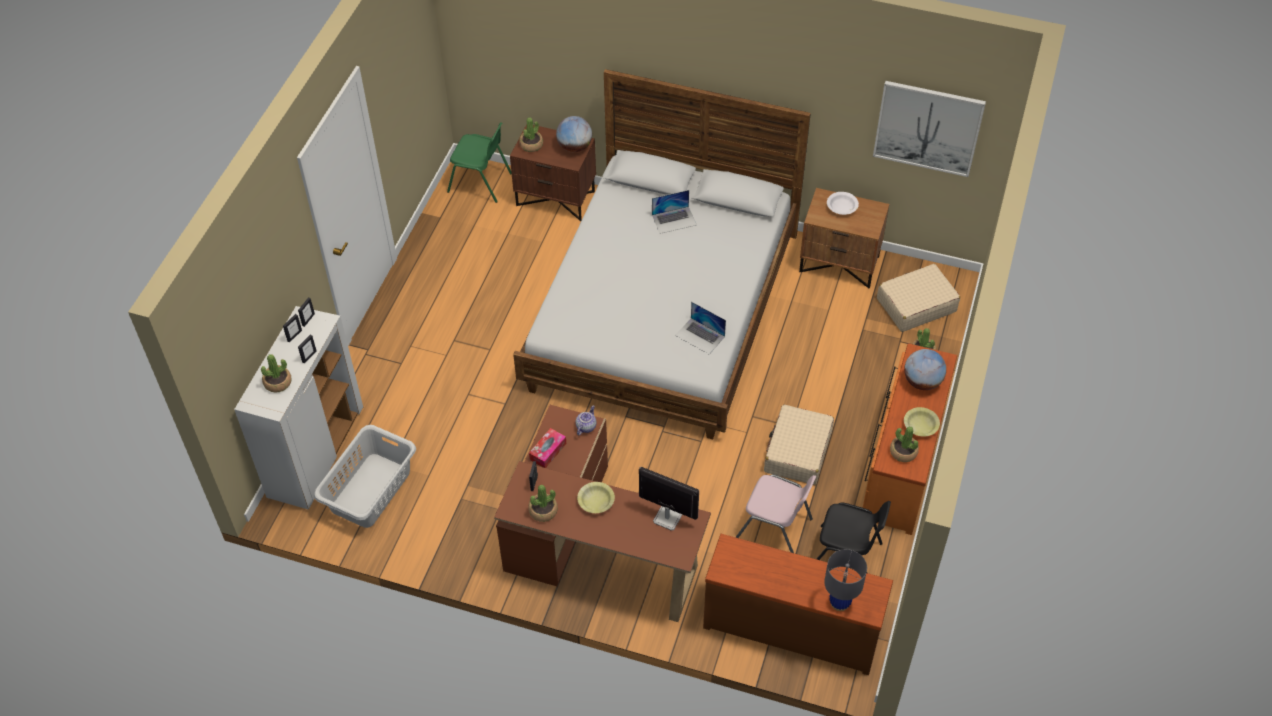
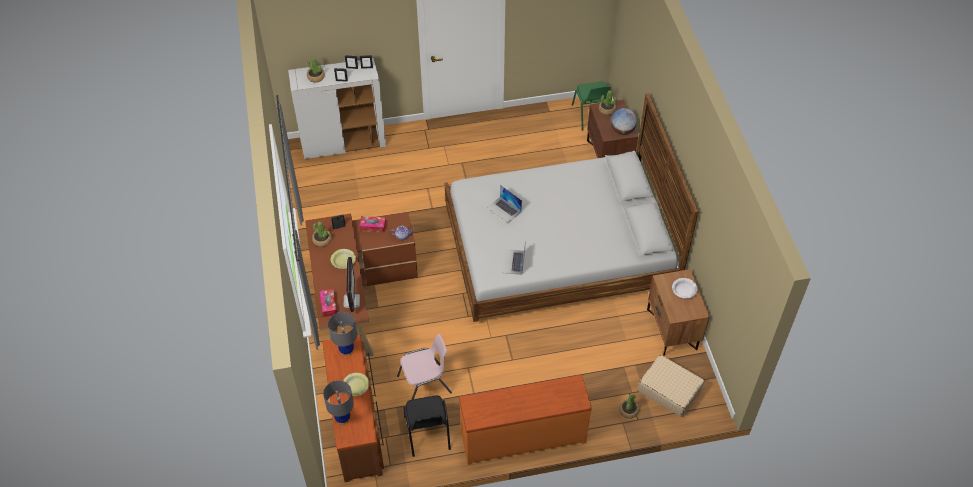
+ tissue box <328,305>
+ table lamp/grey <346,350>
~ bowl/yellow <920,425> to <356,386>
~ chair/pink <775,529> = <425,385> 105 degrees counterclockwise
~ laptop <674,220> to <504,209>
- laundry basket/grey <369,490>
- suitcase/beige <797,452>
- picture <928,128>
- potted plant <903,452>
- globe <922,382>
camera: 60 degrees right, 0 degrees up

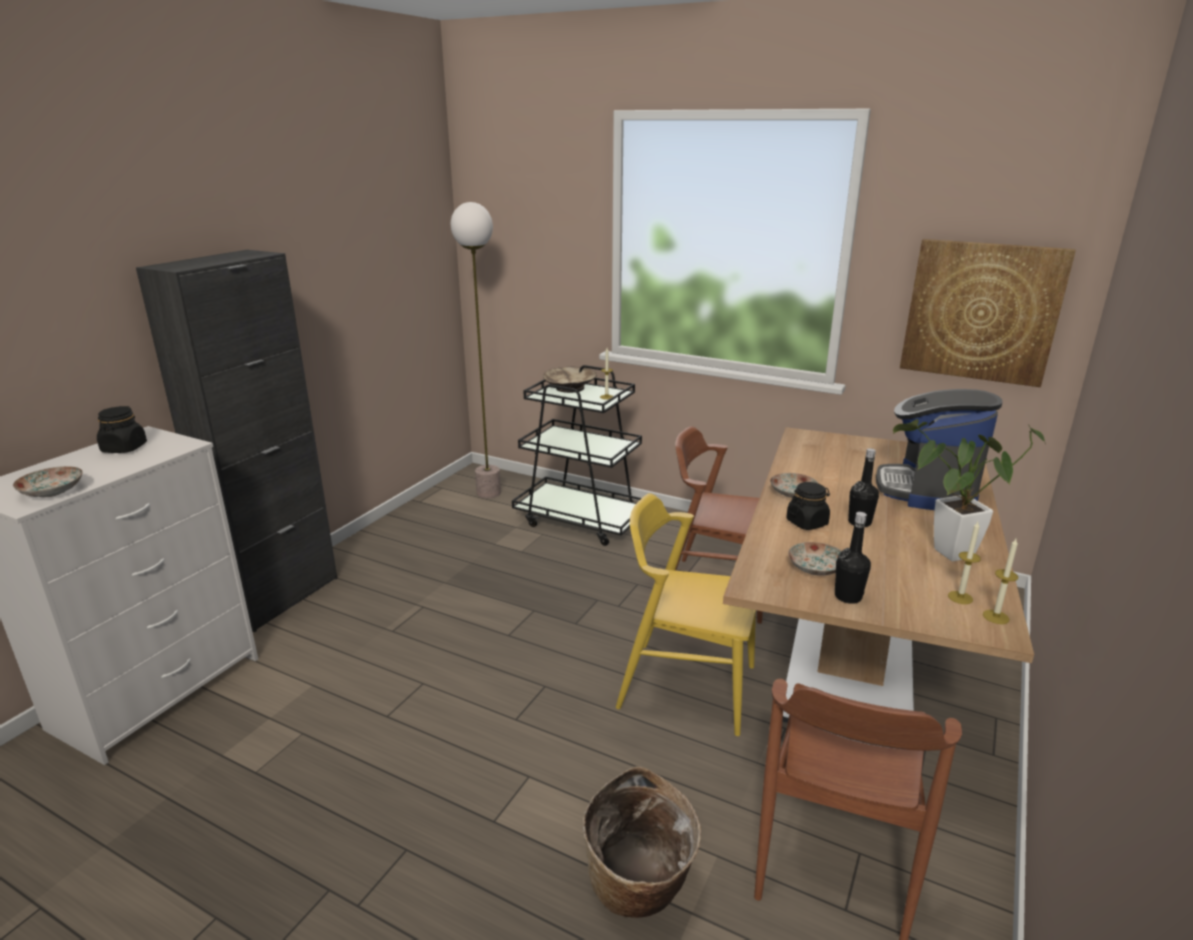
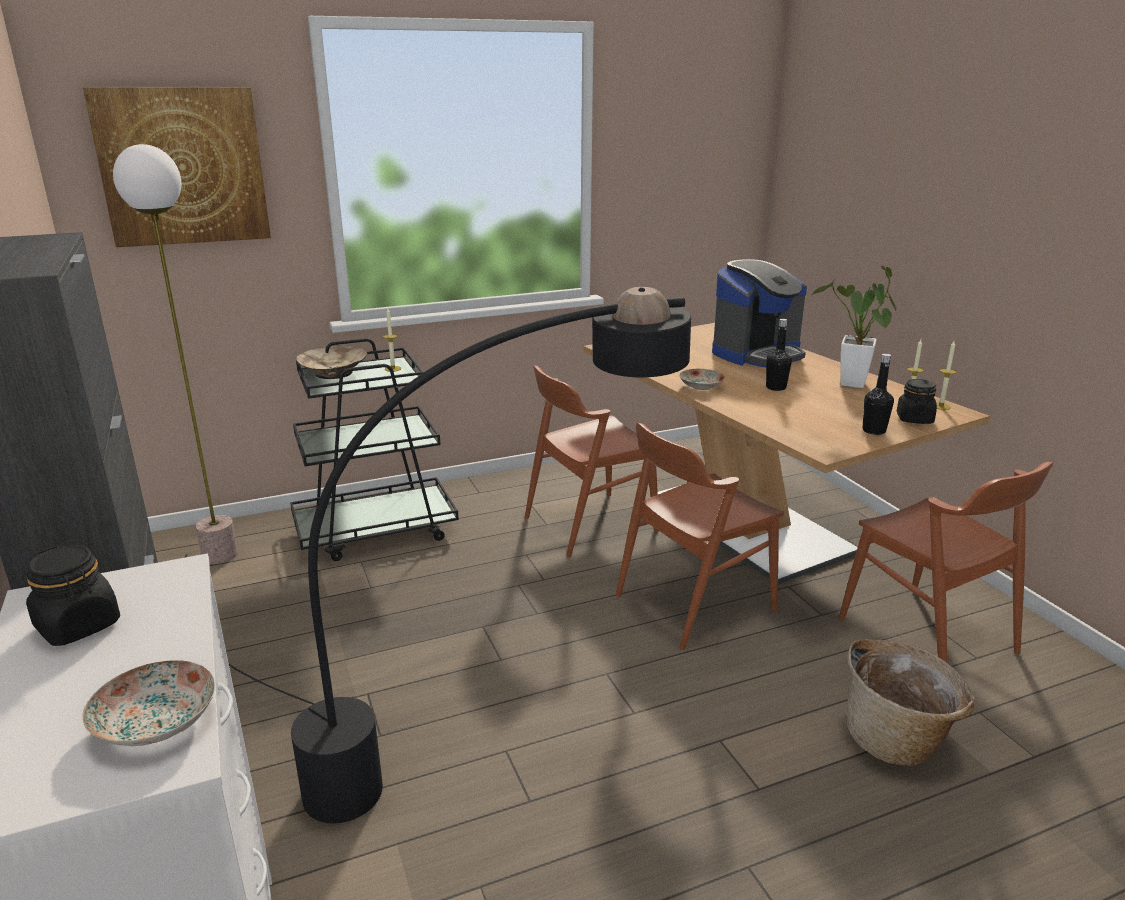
~ picture <981,311> to <182,166>
+ floor lamp/black <433,744>
~ chair/yellow <686,686> to chair/brown <694,602>
~ coffee machine <927,490> = <757,354> 90 degrees counterclockwise
~ jar/black <807,522> to <914,419>
- plate <816,569>
camera: 50 degrees left, 0 degrees up

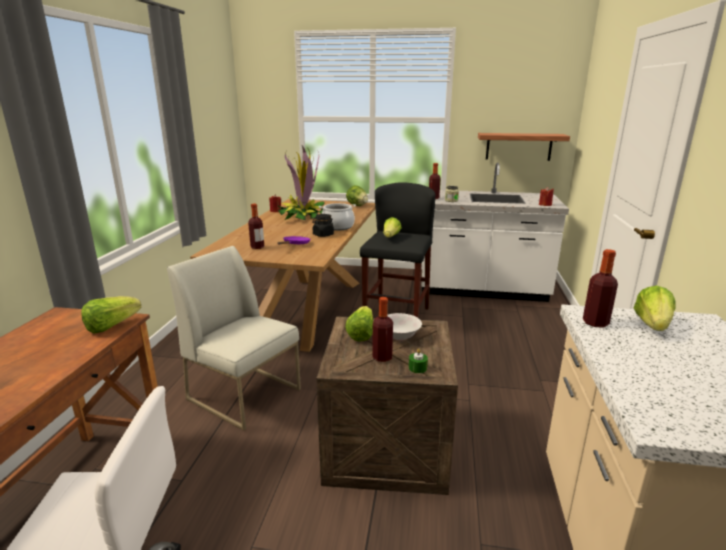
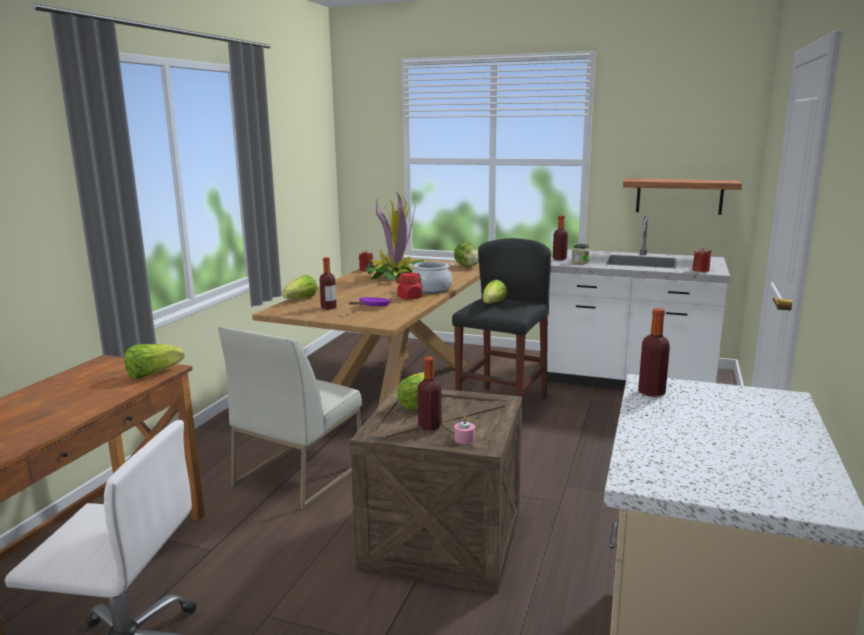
~ chair/white <245,394> = <298,474> 105 degrees counterclockwise
~ lettuce <652,325> to <301,299>
~ jar/black <323,235> to jar/red <409,298>
~ candle/green <417,368> to candle/pink <464,439>
- bowl/white <399,337>
camera: 10 degrees right, 5 degrees down

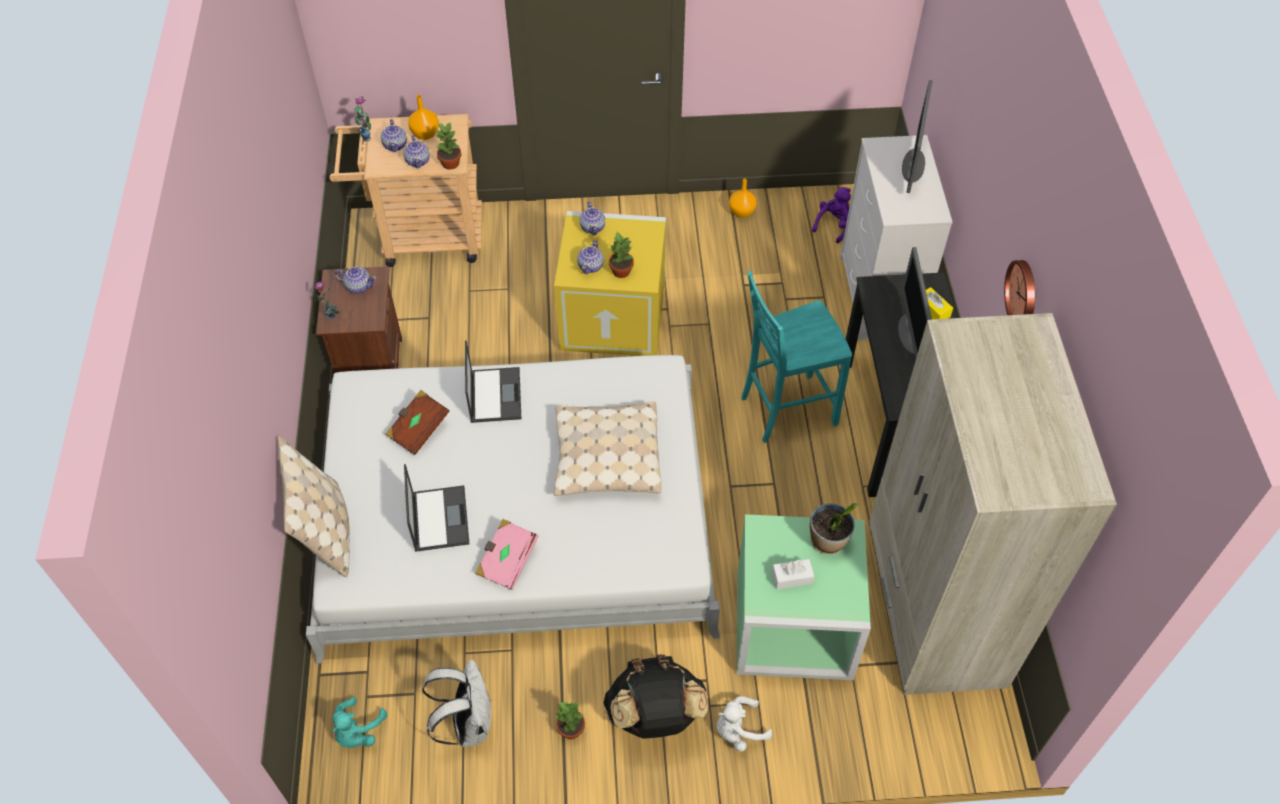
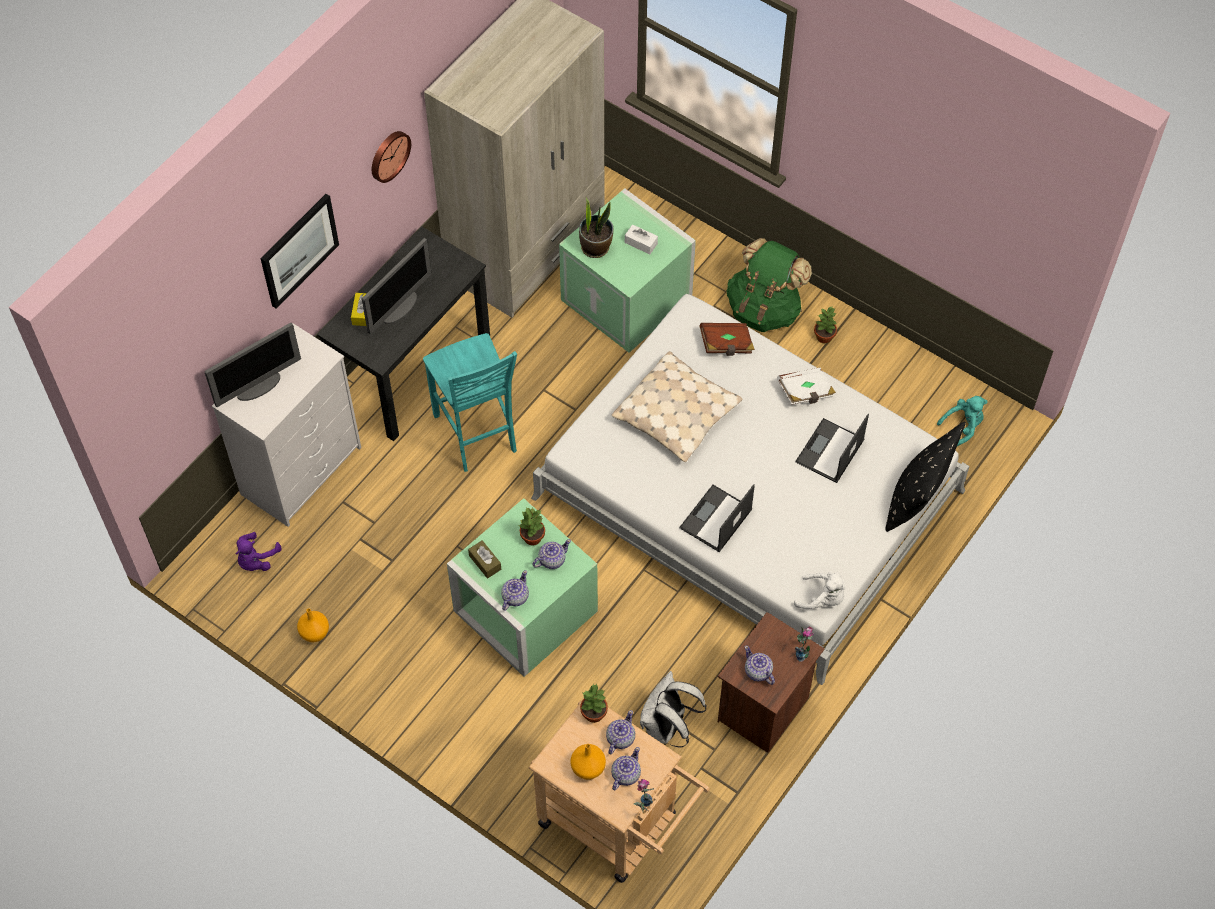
~ plush toy/purple <833,225> = <256,560> 45 degrees counterclockwise
+ picture <298,250>
~ chair/turquoise <785,409> = <476,434> 45 degrees clockwise
~ storage box/yellow <614,315> to storage box/green <523,611>
+ tissue box/brown <485,562>
~ backpack/white <467,723> to <667,727>
~ book/brown <418,429> to <726,345>
~ backpack/black <655,715> to backpack/green <764,309>
~ book/pink <507,560> to book/white <805,393>
~ plush toy/white <738,730> to <822,598>
~ pillow/beige <326,532> to pillow/black <916,498>
camera: 140 degrees left, 5 degrees up

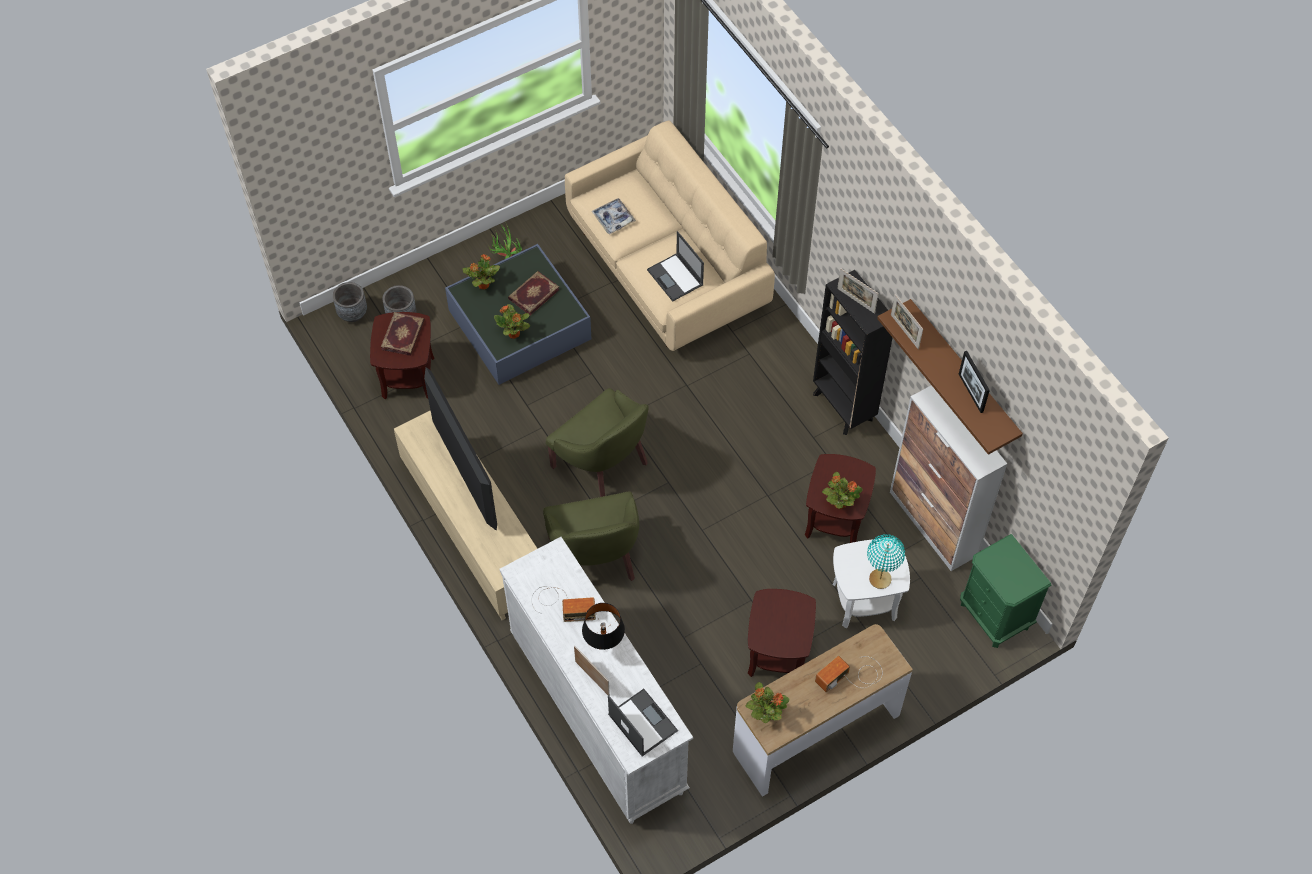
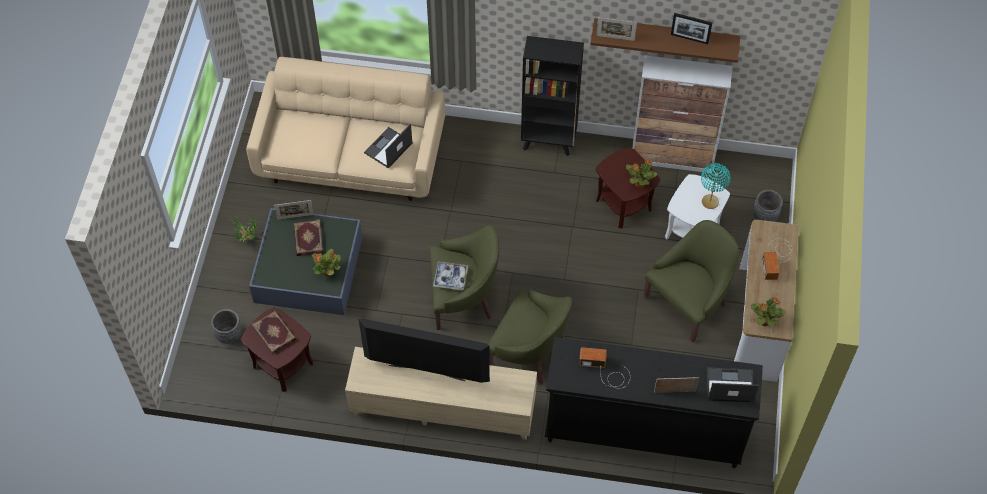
~ picture frame <856,300> to <295,217>
~ laptop <675,278> = <388,148> 120 degrees clockwise
~ tray <613,219> to <450,278>
~ dresser/white <597,714> to dresser/black <643,432>
~ radio <562,604> = <605,371> 120 degrees counterclockwise
~ side table/brown <778,654> to armchair/green <688,303>
~ planter/grey <353,313> to <765,215>
- potted plant <483,285>
- table lamp/black <604,646>
- nightstand/green <995,615>
camera: 50 degrees left, 0 degrees up

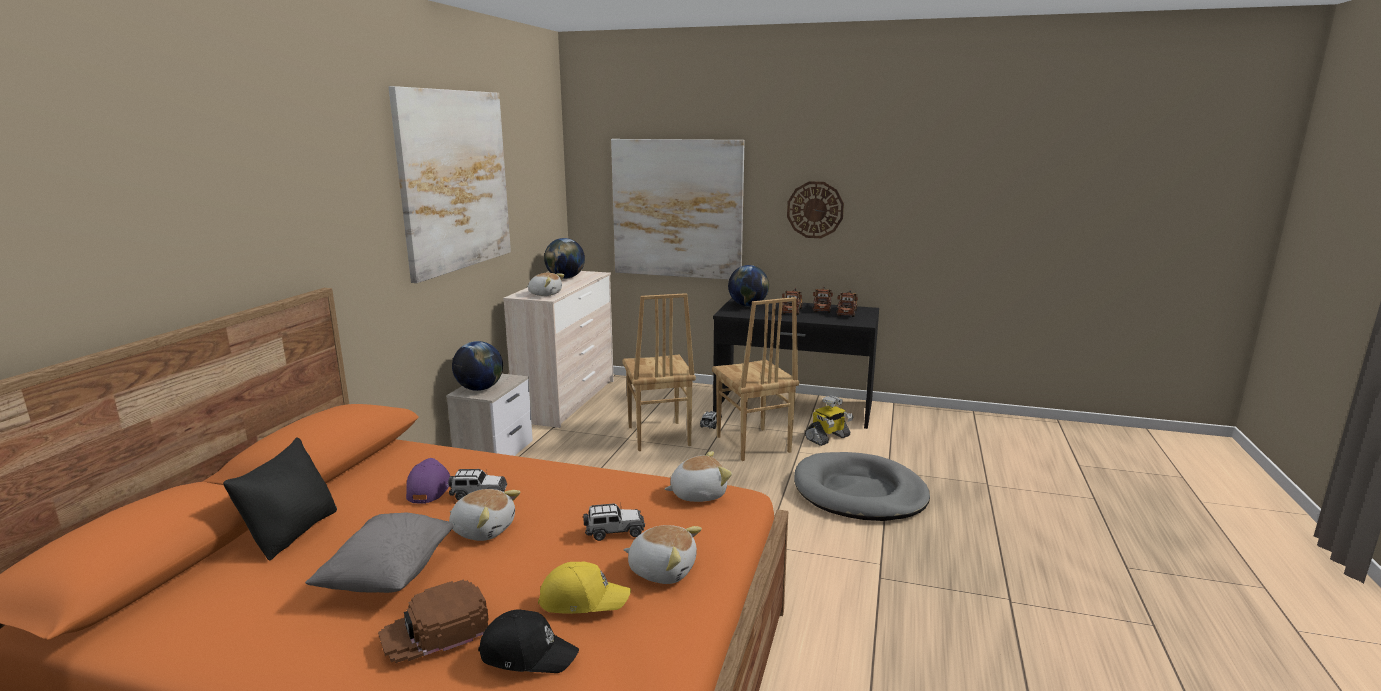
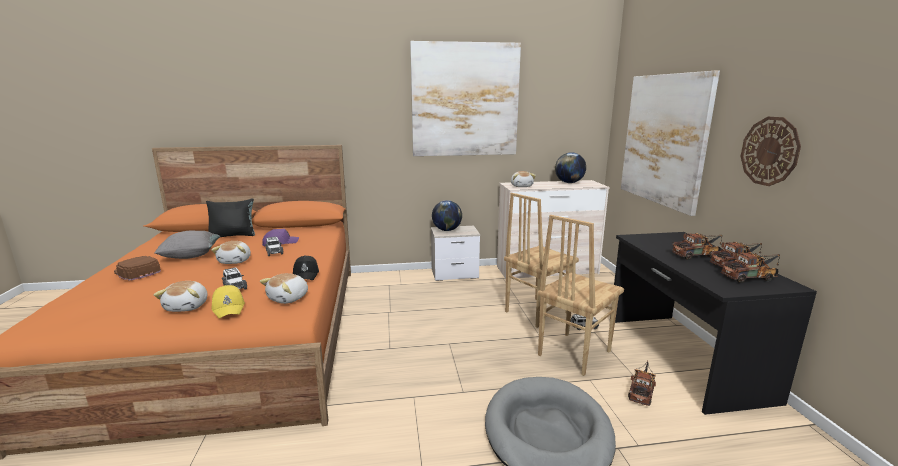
~ cap/yellow <583,599> to <229,307>
~ plush toy <697,494> = <289,298> 75 degrees clockwise
~ cap/black <528,653> to <306,274>
~ toy robot <827,438> to toy truck <642,391>
- globe <748,305>
camera: 65 degrees right, 0 degrees up

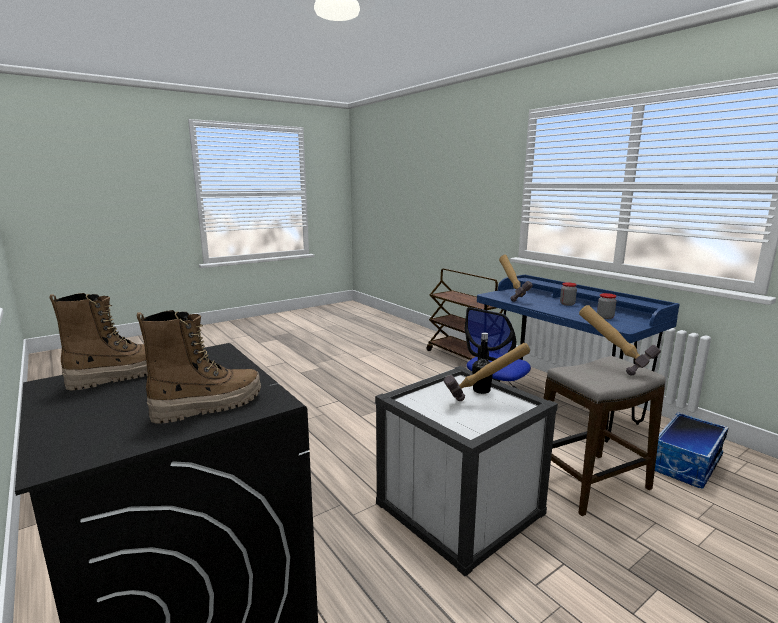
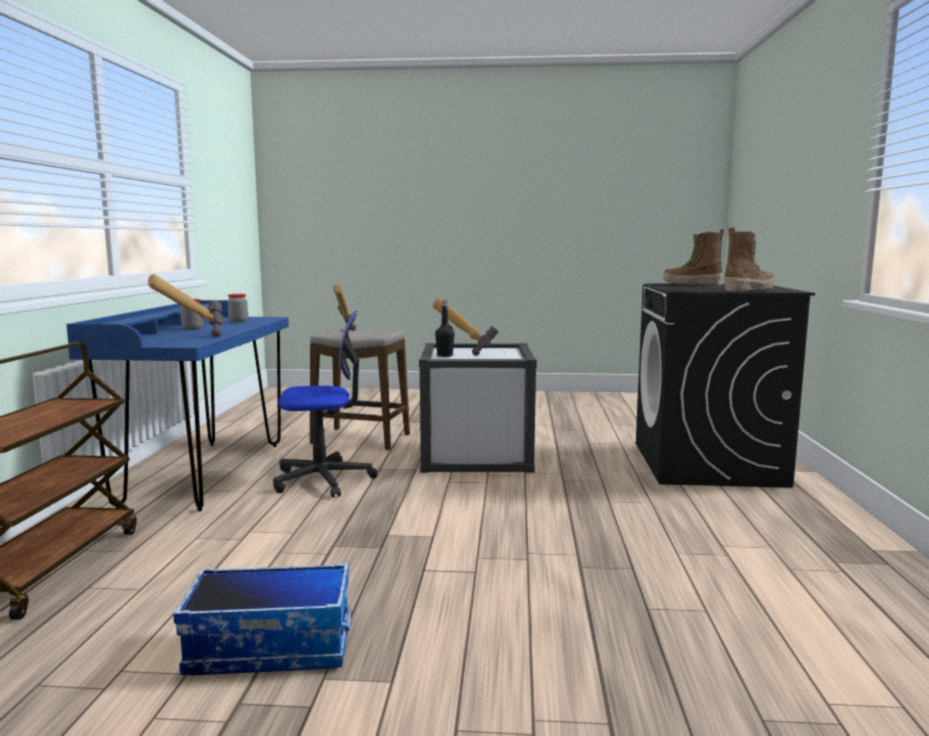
~ storage box <687,464> to <272,647>
~ boot <120,376> = <748,290> 150 degrees clockwise
camera: 140 degrees left, 5 degrees down

